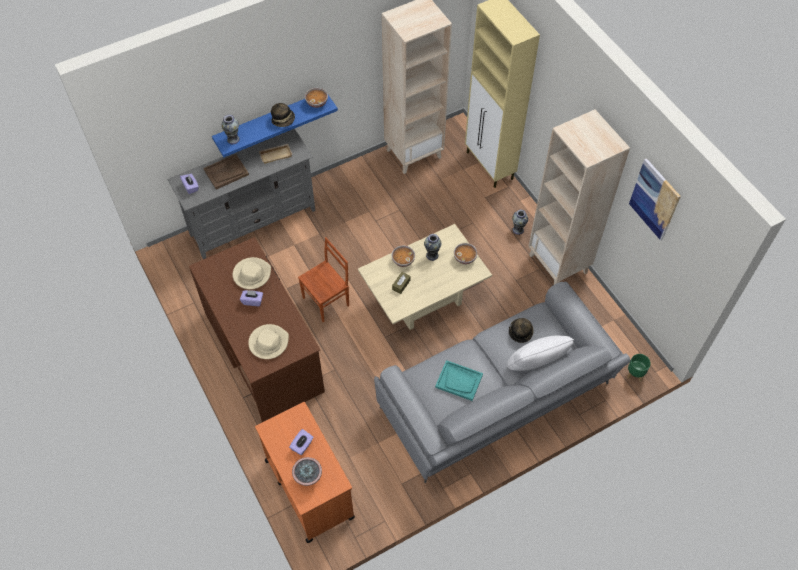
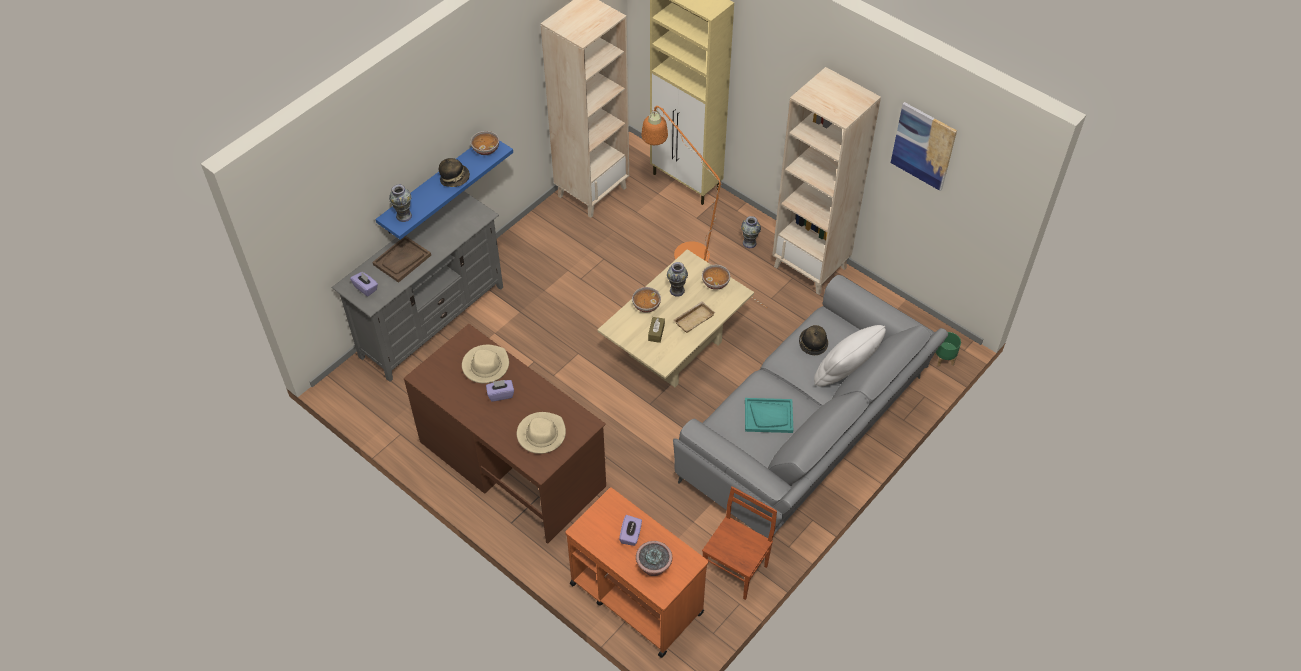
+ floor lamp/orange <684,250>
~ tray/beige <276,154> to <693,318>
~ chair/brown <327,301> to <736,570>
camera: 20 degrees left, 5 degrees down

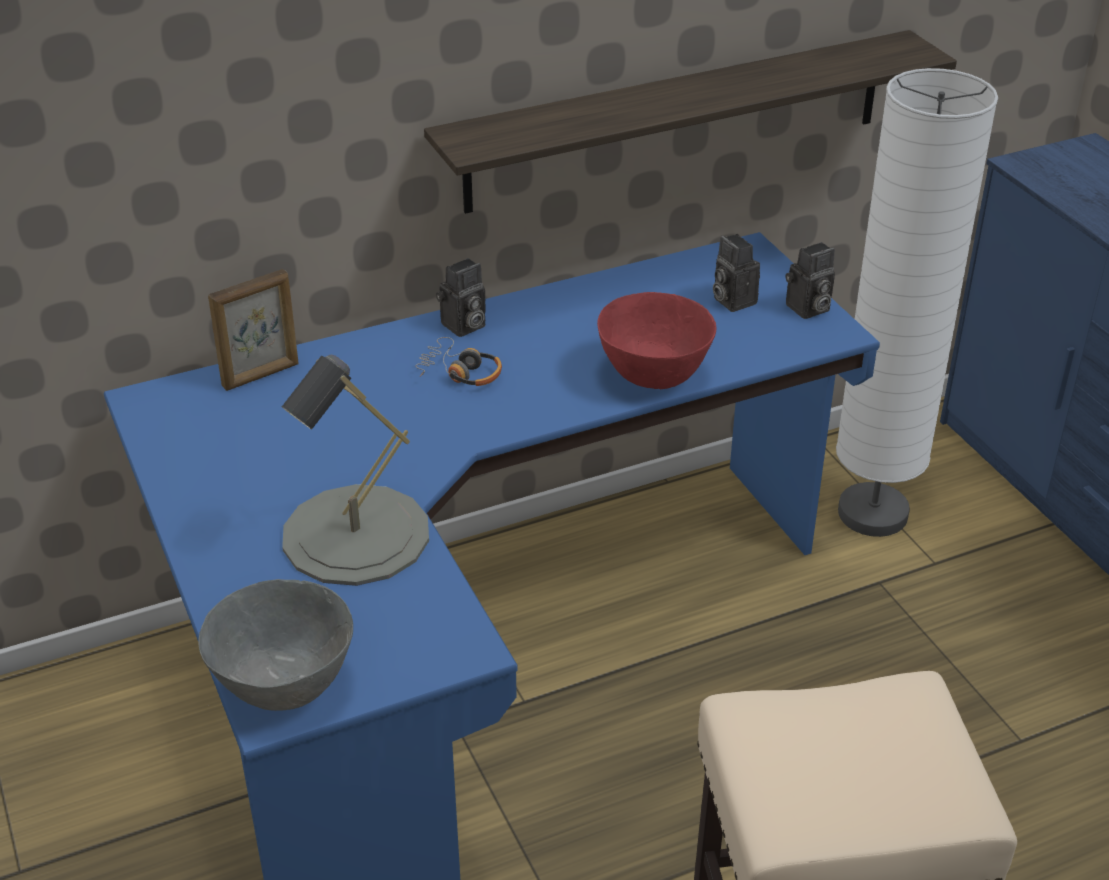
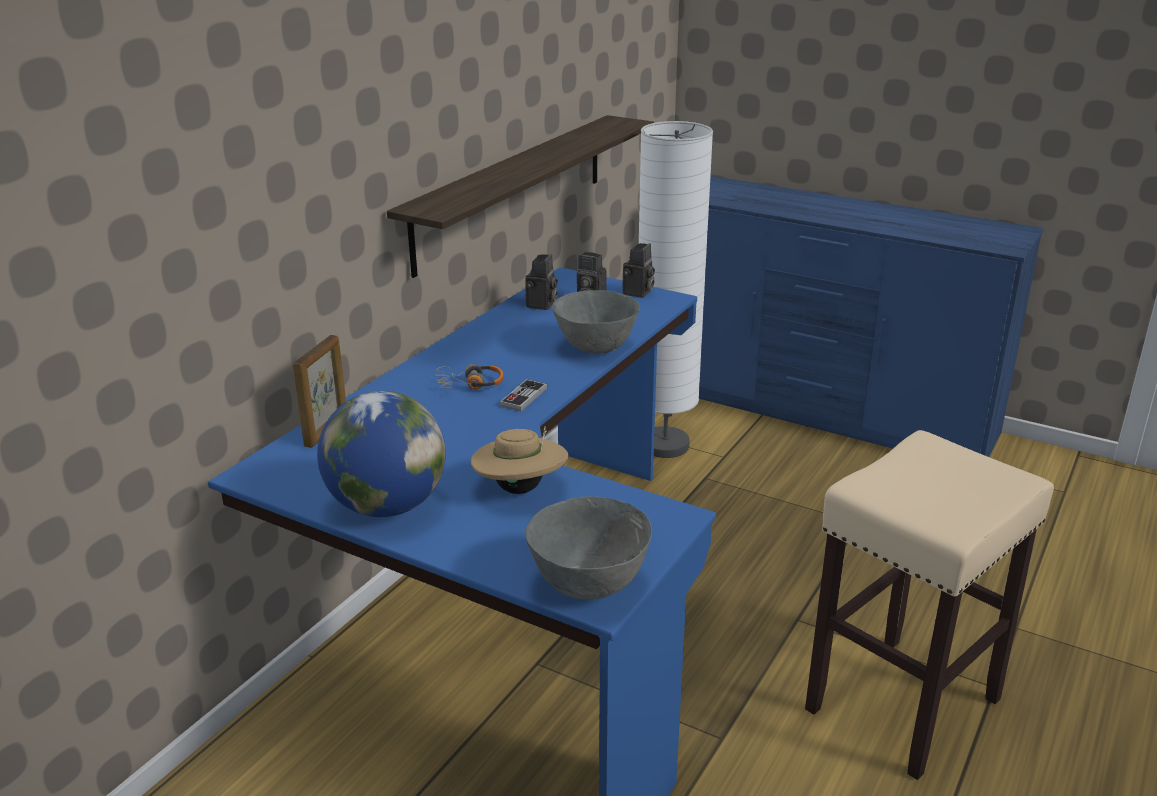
+ globe <387,506>
~ table lamp/grey <356,535> to hat/beige <520,489>
+ game controller <523,397>
~ photo camera <463,327> to <542,305>
~ bowl/red <655,376> to bowl/grey <596,348>
camera: 35 degrees left, 10 degrees down

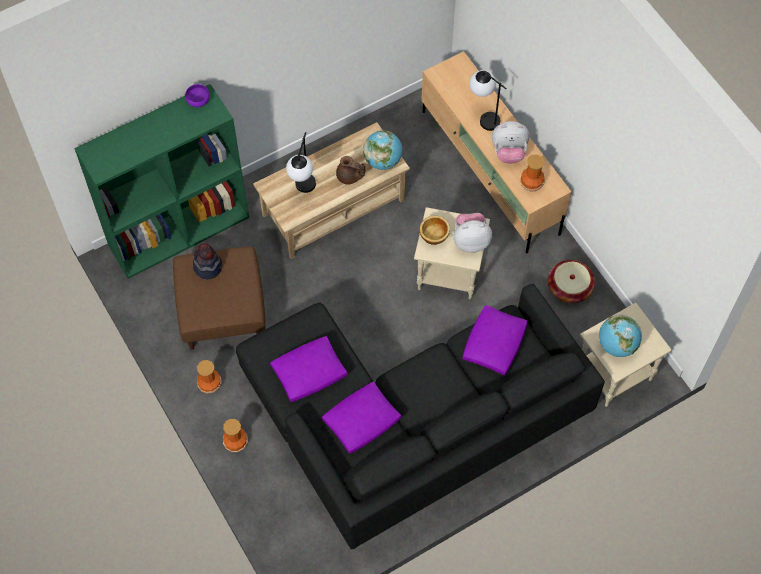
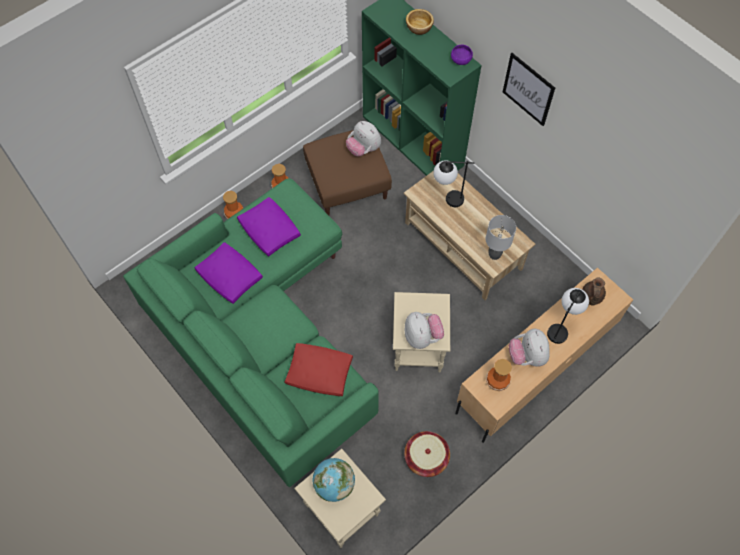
~ sofa/black <410,426> to sofa/green <264,339>
~ pillow/purple <494,345> to pillow/red <318,373>
~ hat <208,266> to plush toy <363,149>
~ bowl <434,234> to <419,27>
~ globe <383,160> to table lamp/grey <495,255>
+ picture <528,89>
~ teapot/brown <349,177> to <591,297>
camera: 80 degrees right, 0 degrees up

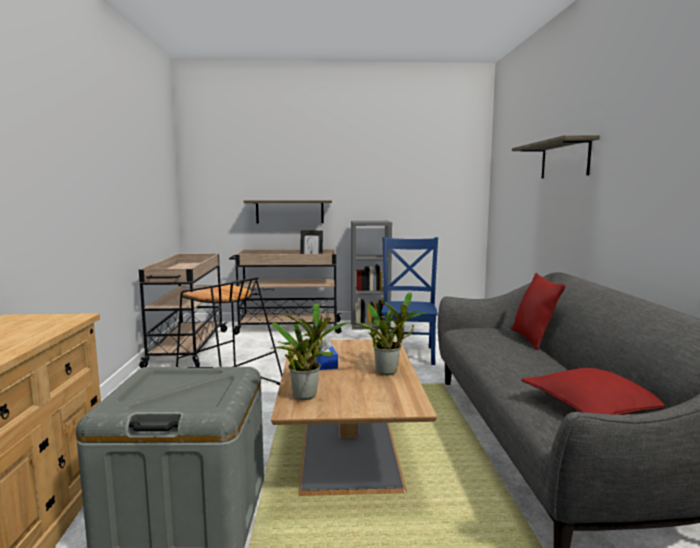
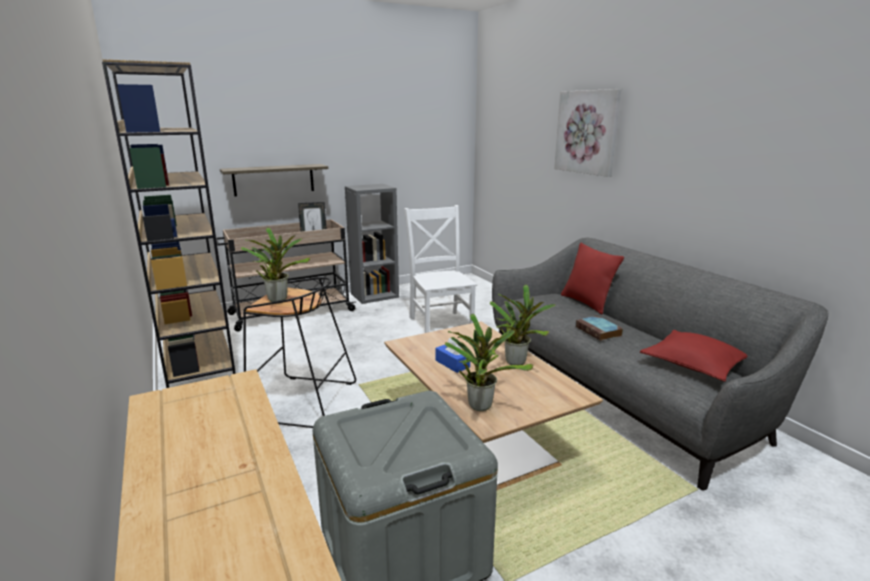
~ cart/beige <187,348> to bookcase/brown <197,360>
+ potted plant <278,299>
~ chair/blue <408,353> to chair/white <440,323>
~ shelf <564,159> to picture <587,132>
+ book <599,331>
camera: 25 degrees left, 10 degrees up

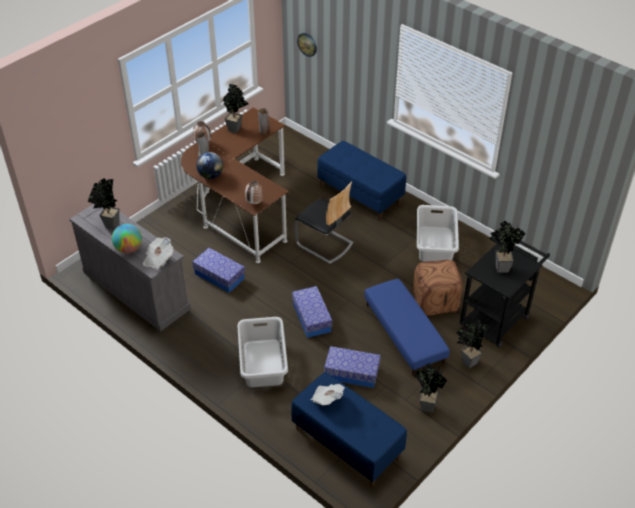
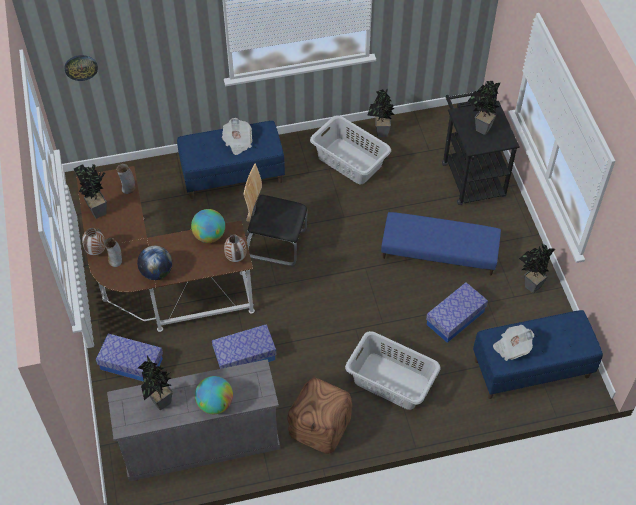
~ storage box <311,318> to <131,364>
+ globe <209,236>
~ newspaper <158,259> to <237,142>
~ chair <324,244> = <275,243> 150 degrees counterclockwise
~ ottoman/brown <435,301> to <320,427>
~ potted plant <467,363> to <381,134>
camera: 55 degrees left, 10 degrees up

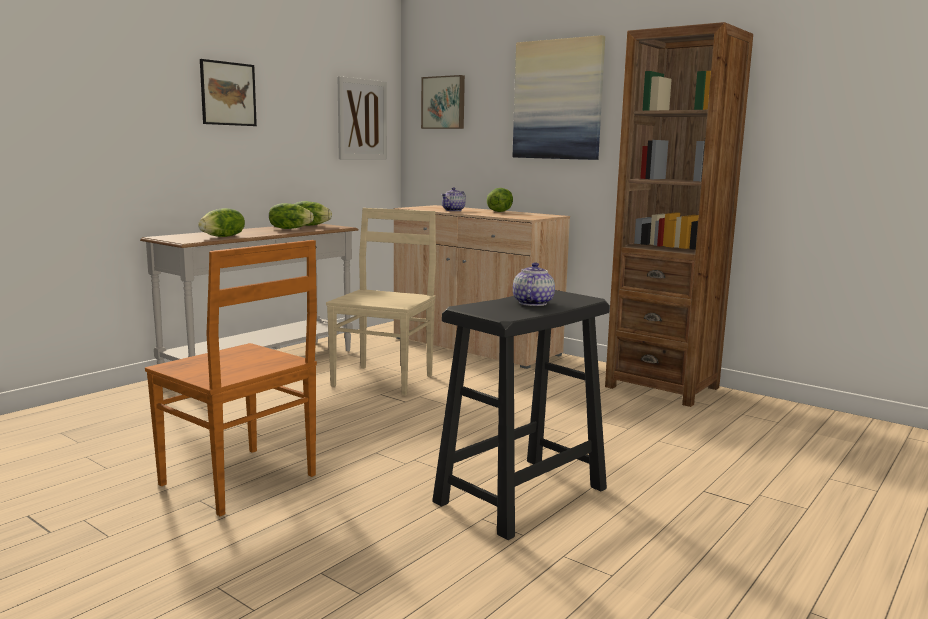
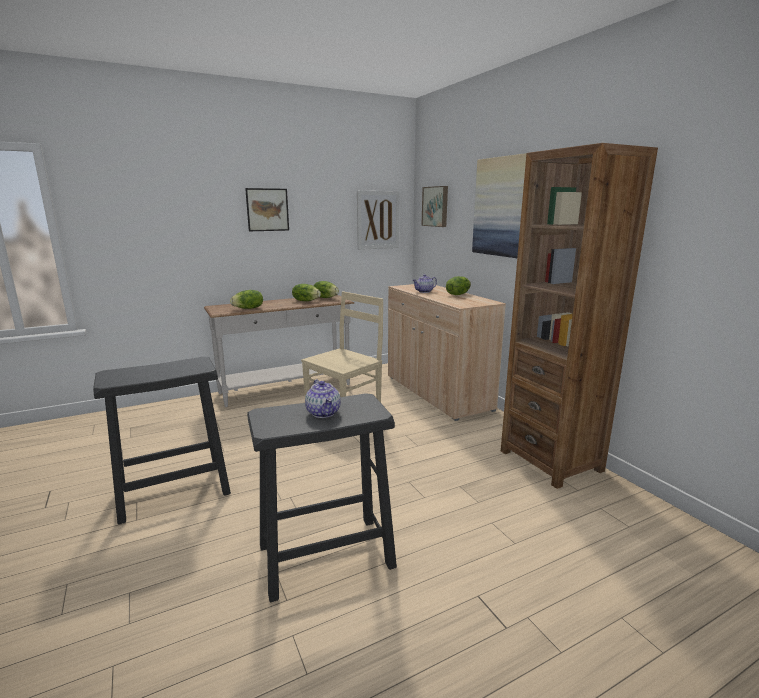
~ chair/brown <241,481> to stool/black <173,491>
~ teapot <532,303> = <324,413> 120 degrees clockwise
camera: 25 degrees right, 5 degrees up

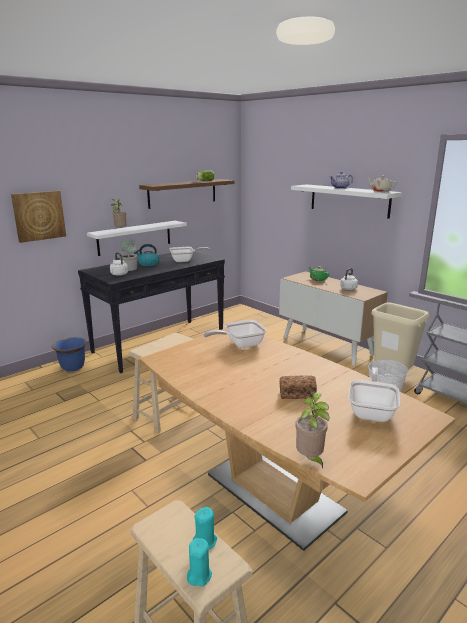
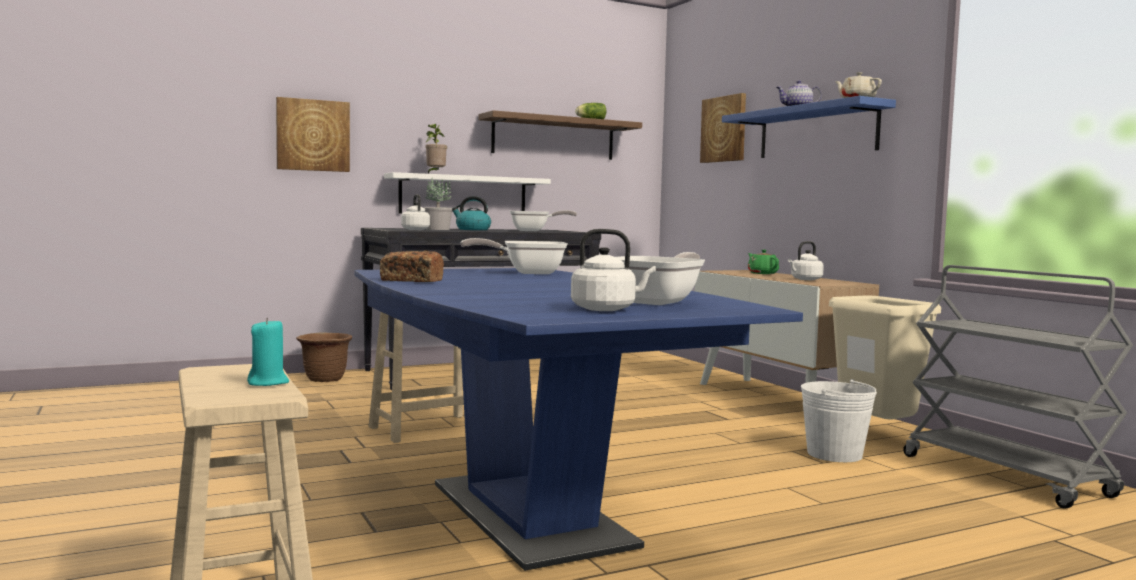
~ planter/blue <72,367> to planter/brown <324,379>
~ dining table/brown <273,493> to dining table/blue <529,514>
~ bread <297,394> to <411,280>
+ kettle/white <607,309>
+ picture <724,129>
~ shelf/white <349,200> to shelf/blue <816,132>
- candle/turquoise <199,575>
- potted plant <310,459>
camera: 15 degrees right, 15 degrees down

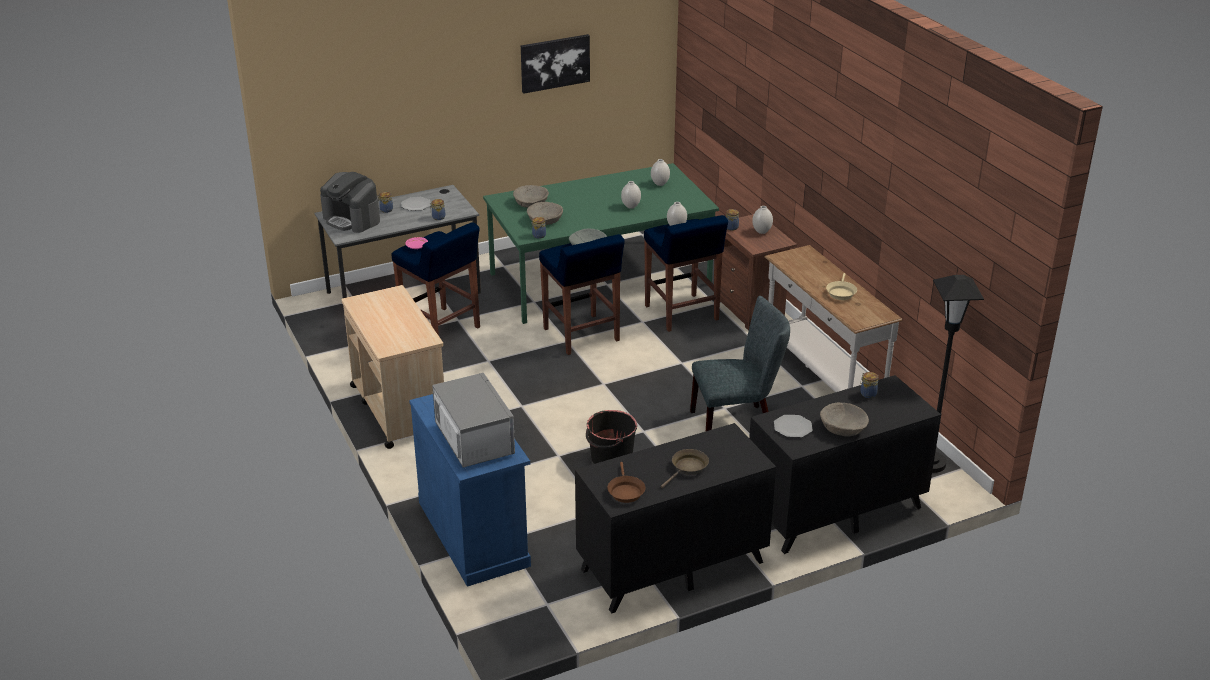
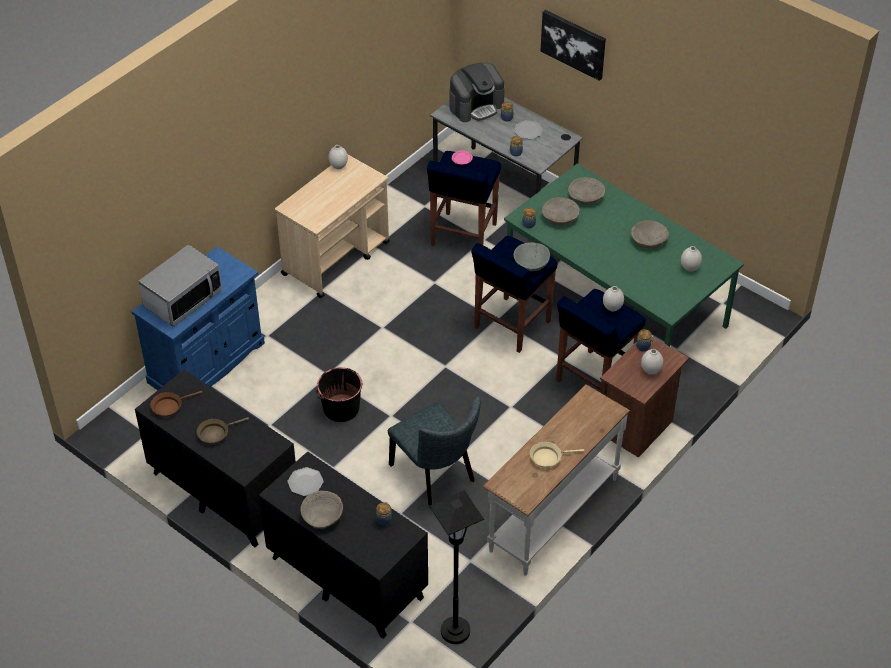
~ frying pan/brown <688,468> = <215,433> 135 degrees clockwise
~ vase/white <630,206> to <338,166>
~ coffee machine <352,219> = <476,106> 135 degrees counterclockwise
~ picture <554,63> to <573,44>
+ bowl/beige <648,240>
camera: 65 degrees right, 15 degrees up

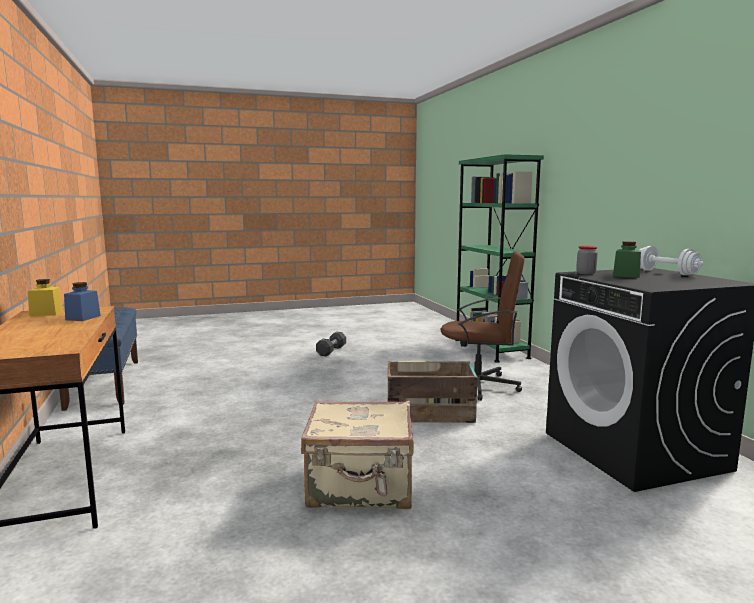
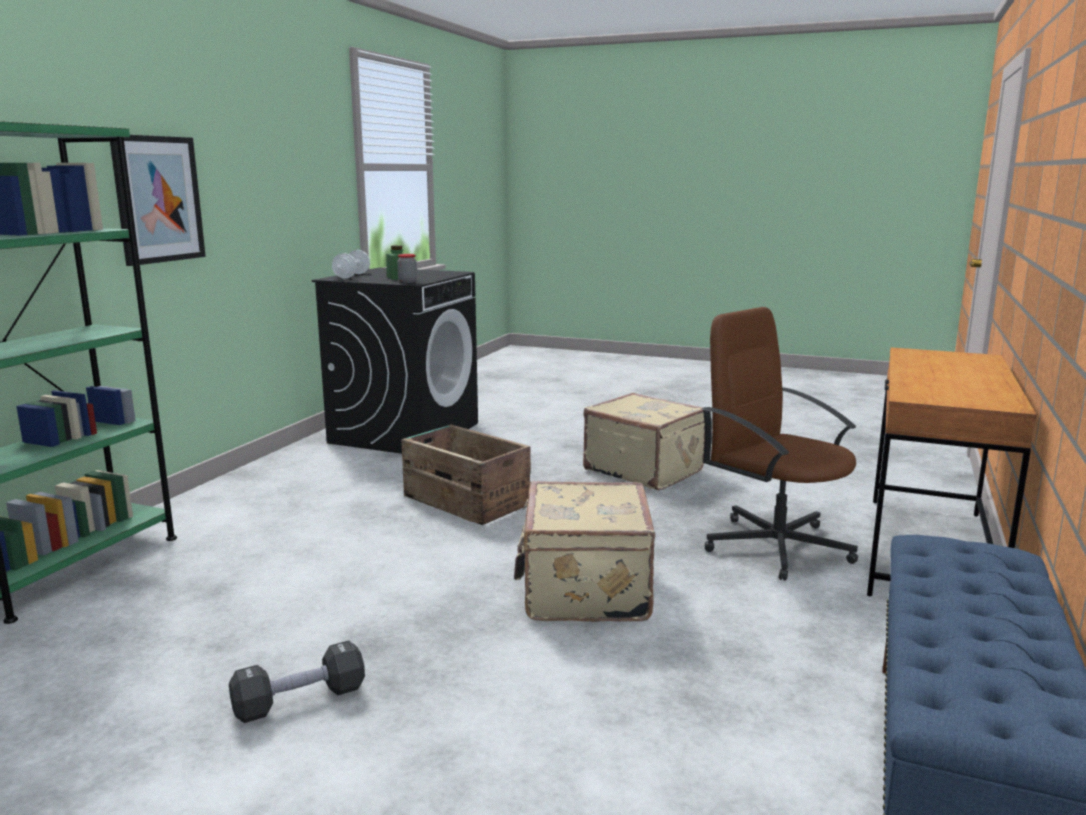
+ picture <158,199>
+ suitcase/beige <583,590>
~ office chair/brown <479,386> to <775,546>
- jar/yellow <46,313>
- jar/blue <83,318>
camera: 140 degrees left, 5 degrees up

